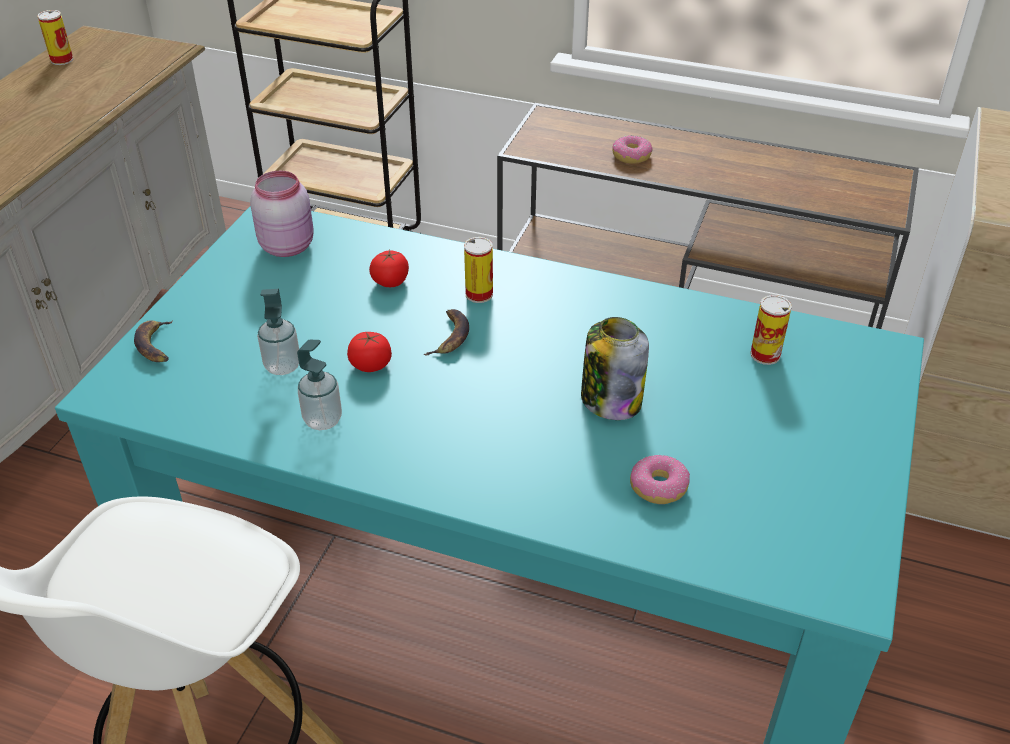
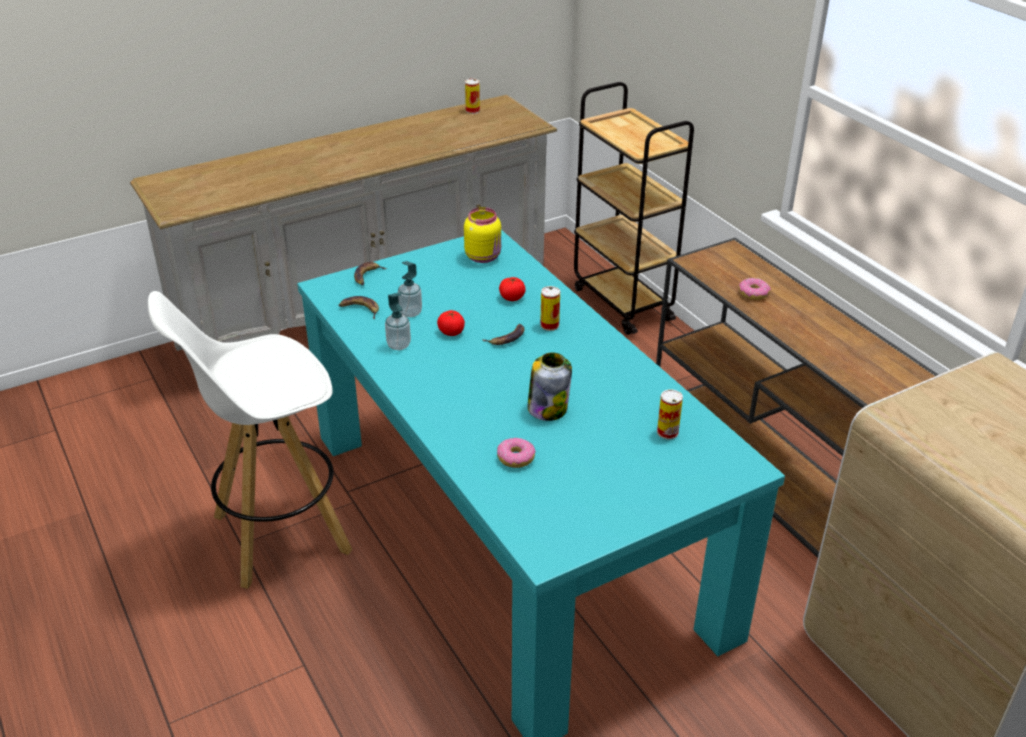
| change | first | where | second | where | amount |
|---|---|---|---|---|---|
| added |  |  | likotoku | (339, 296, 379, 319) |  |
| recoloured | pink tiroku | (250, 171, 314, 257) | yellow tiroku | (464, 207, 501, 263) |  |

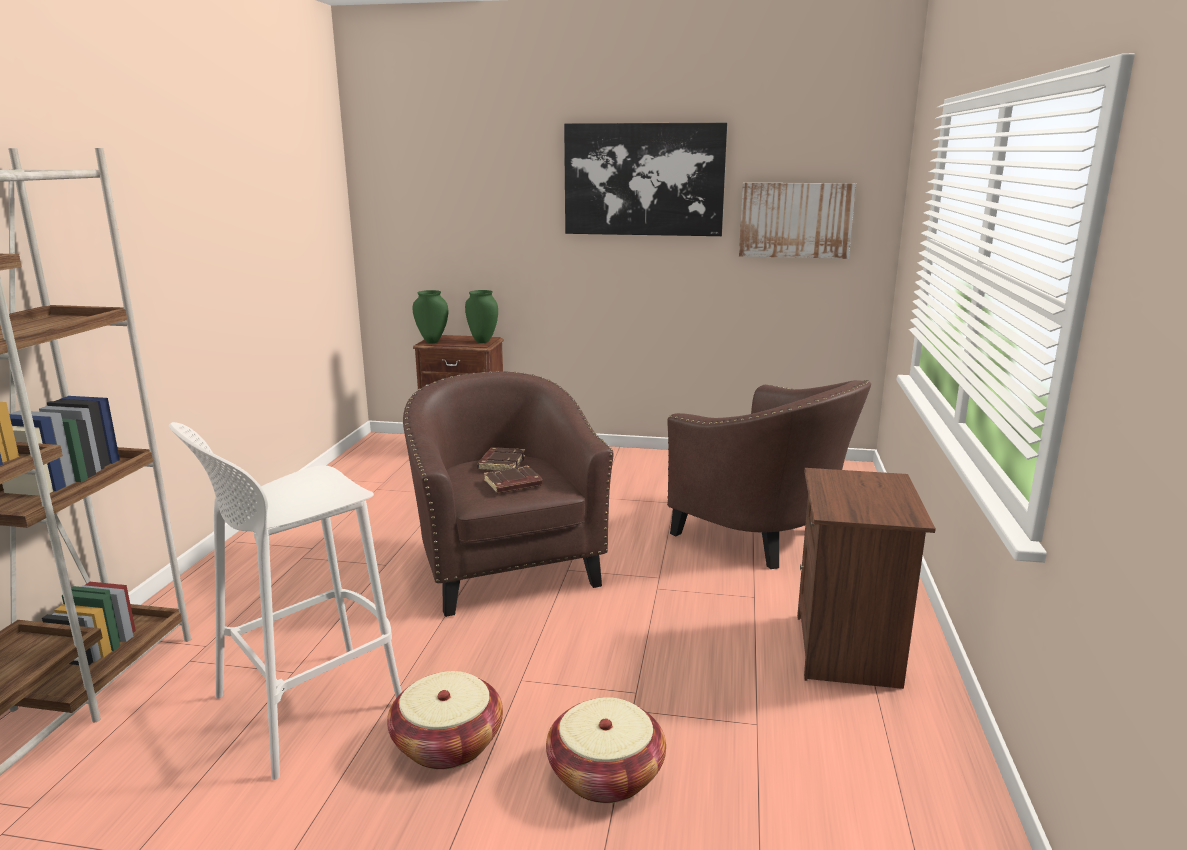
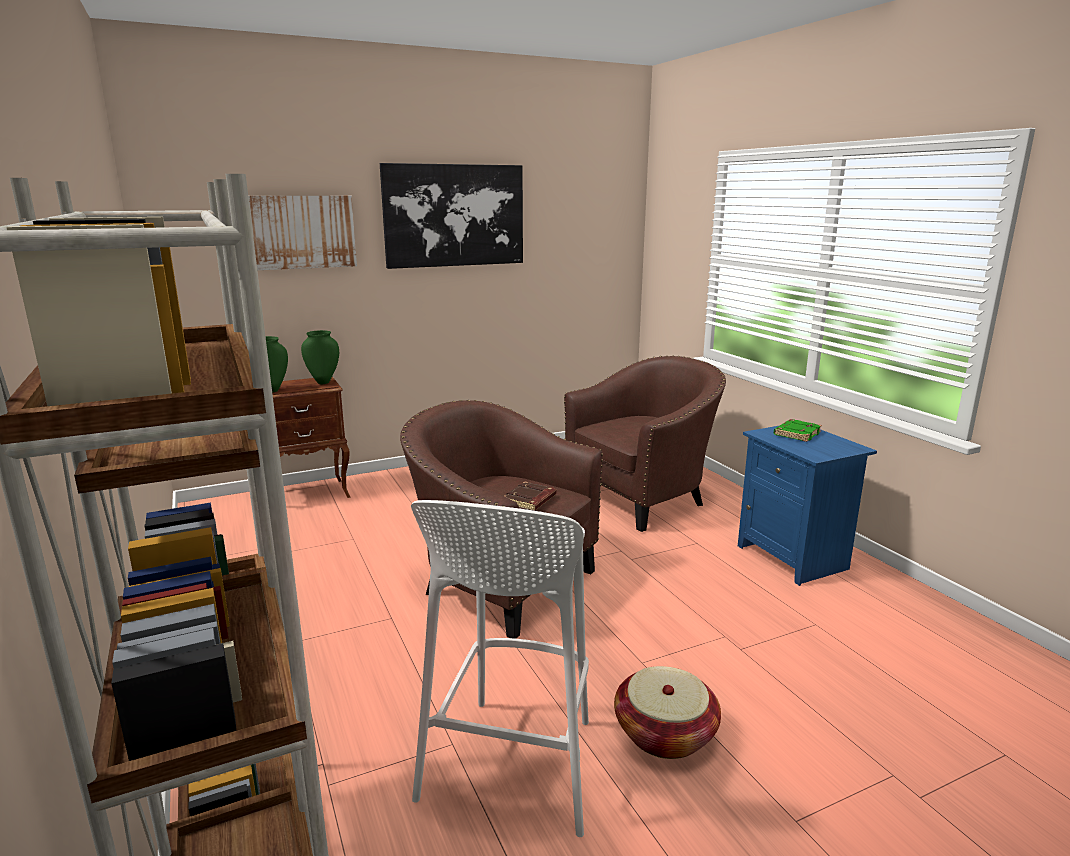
| change | first | where | second | where | amount |
|---|---|---|---|---|---|
| moved | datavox | (739, 183, 856, 259) |  | (248, 196, 357, 270) |  |
| turned | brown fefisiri | (667, 380, 871, 569) |  | (564, 356, 726, 532) | 45 degrees counterclockwise |
| recoloured | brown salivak | (797, 468, 936, 689) | blue salivak | (738, 426, 877, 586) |  |
| added |  |  | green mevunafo | (774, 419, 822, 442) |  |
| removed | brown mevunafo | (477, 447, 525, 471) |  |  |  |
| removed | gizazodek | (546, 697, 666, 803) |  |  |  |

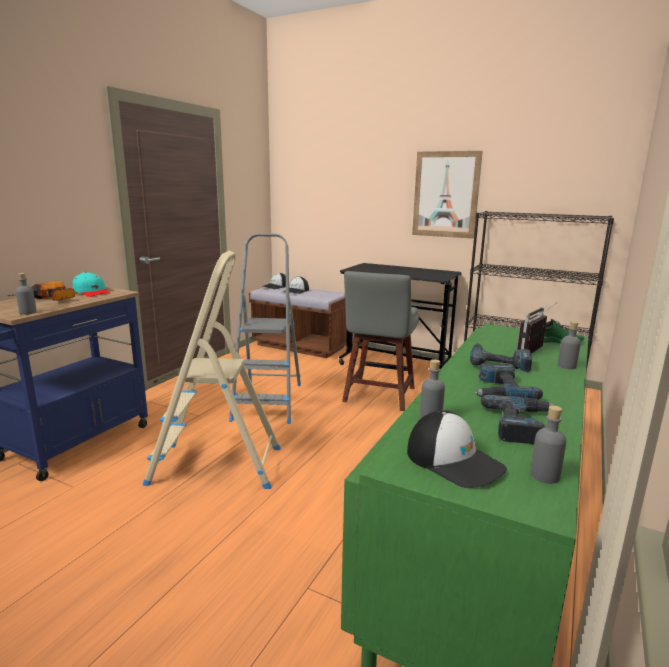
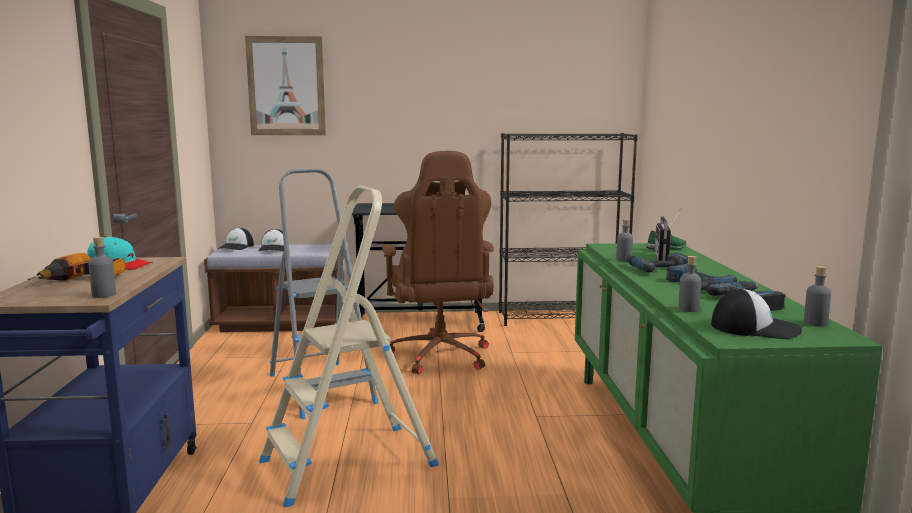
| change | first | where | second | where | amount |
|---|---|---|---|---|---|
| moved | datavox | (412, 151, 483, 239) |  | (245, 36, 326, 135) |  |
| replaced | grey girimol | (342, 271, 419, 411) | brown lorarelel | (382, 151, 494, 374) |  |
| moved | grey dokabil | (558, 321, 581, 369) |  | (616, 219, 633, 262) |  |

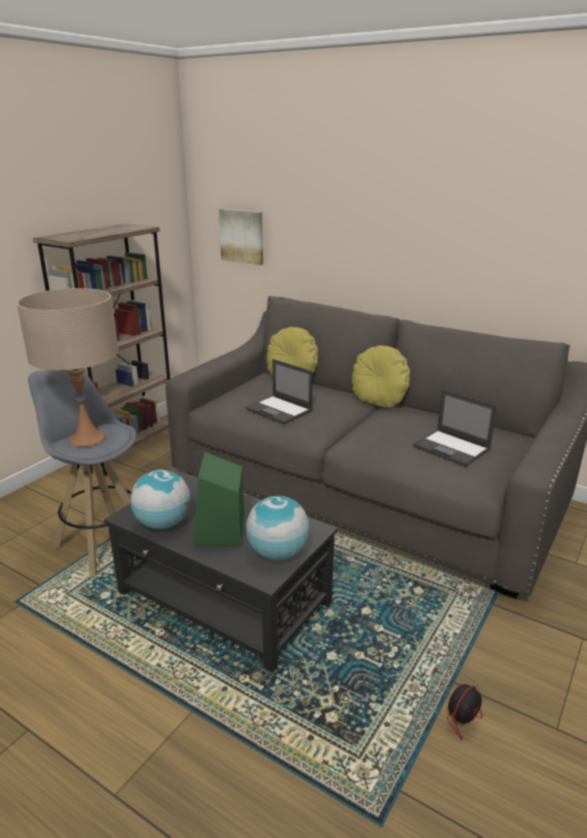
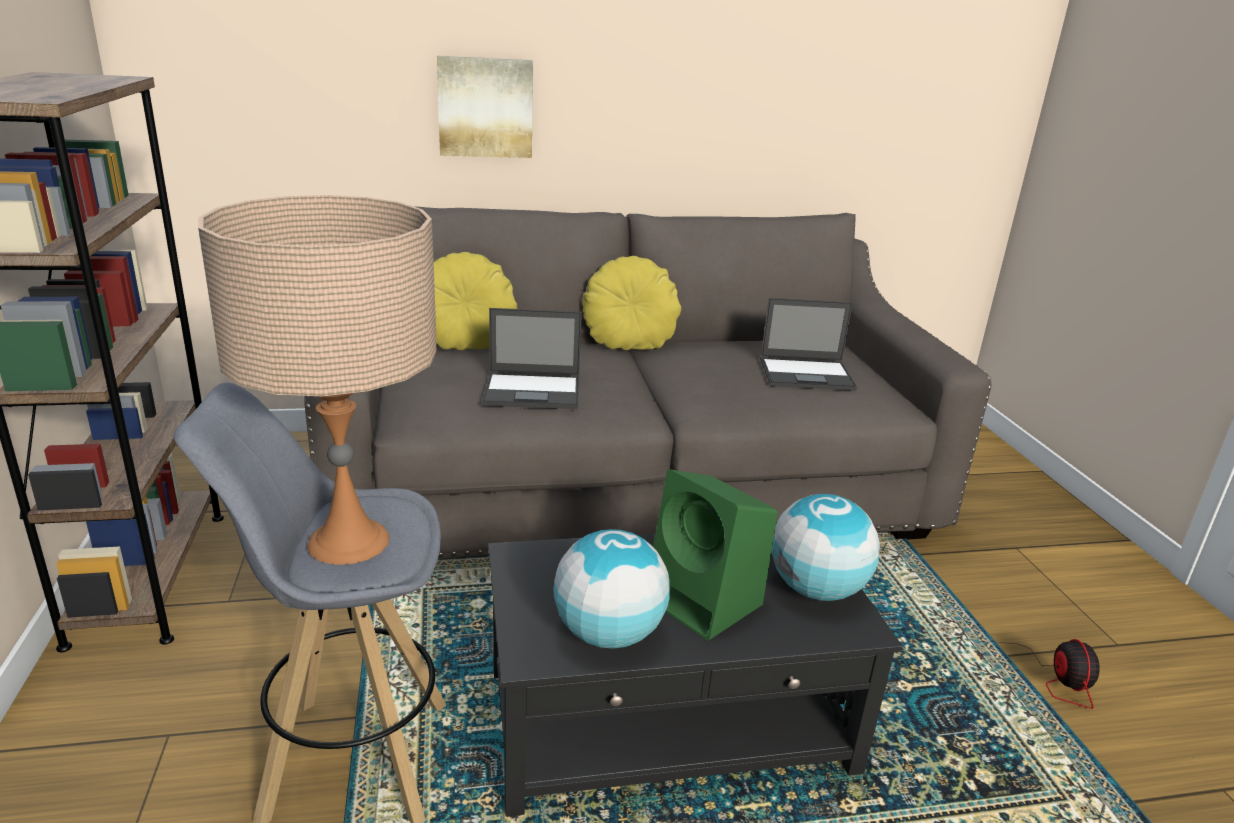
| change | first | where | second | where | amount |
|---|---|---|---|---|---|
| moved | datavox | (219, 209, 263, 265) |  | (437, 56, 533, 158) |  |

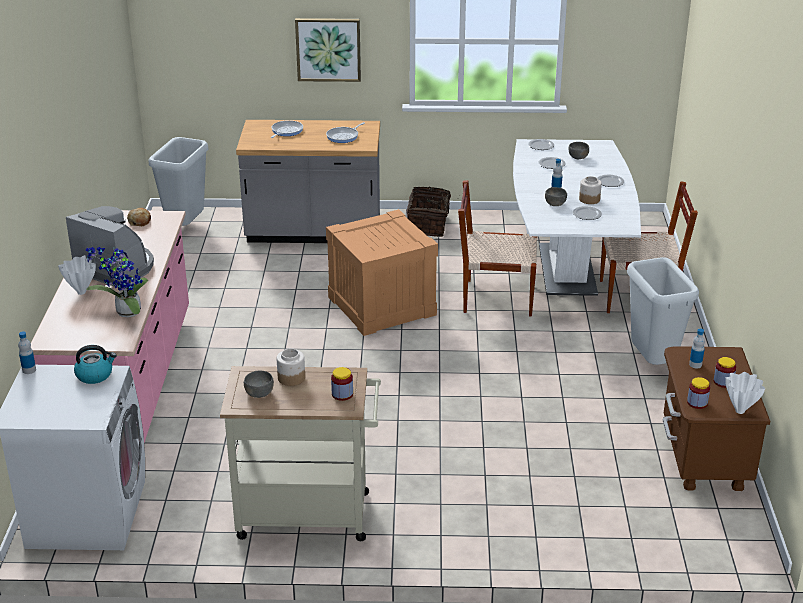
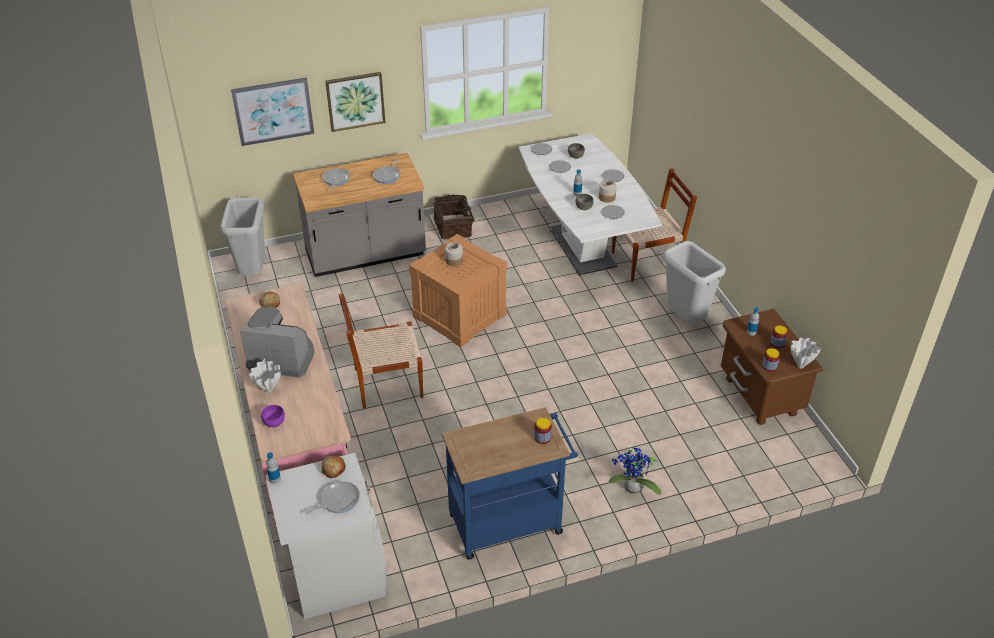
| change | first | where | second | where | amount |
|---|---|---|---|---|---|
| added |  |  | datavox | (231, 77, 314, 146) |  |
| added |  |  | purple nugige | (261, 405, 285, 427) |  |
| added |  |  | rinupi | (305, 481, 360, 515) |  |
| replaced | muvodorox | (74, 345, 117, 384) | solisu | (321, 456, 346, 478) |  |
| moved | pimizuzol | (458, 180, 537, 317) |  | (338, 293, 423, 409) |  |
| recoloured | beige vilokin | (220, 366, 381, 541) | blue vilokin | (442, 407, 578, 560) |  |
| moved | tiroku | (277, 348, 305, 386) |  | (445, 242, 463, 266) |  |
| moved | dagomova | (86, 247, 148, 318) |  | (609, 446, 661, 495) |  |
| removed | grey nugige | (244, 370, 274, 398) |  |  |  |

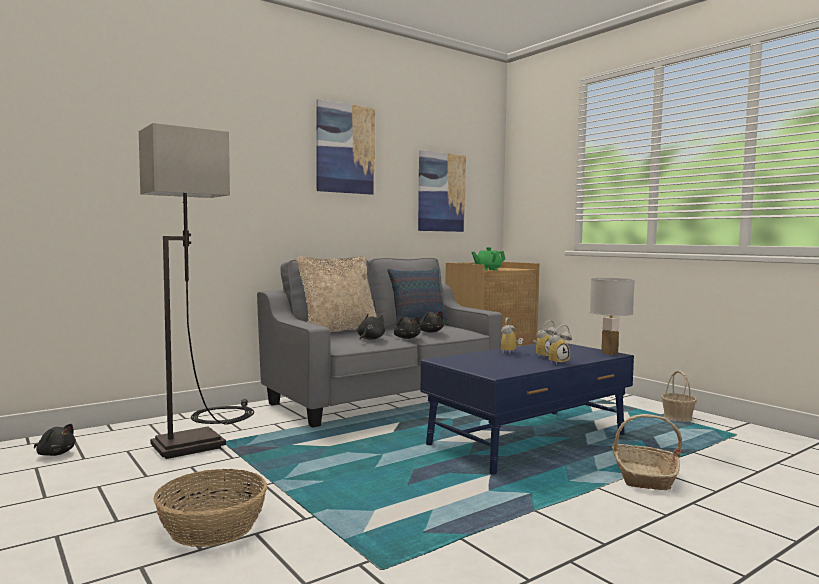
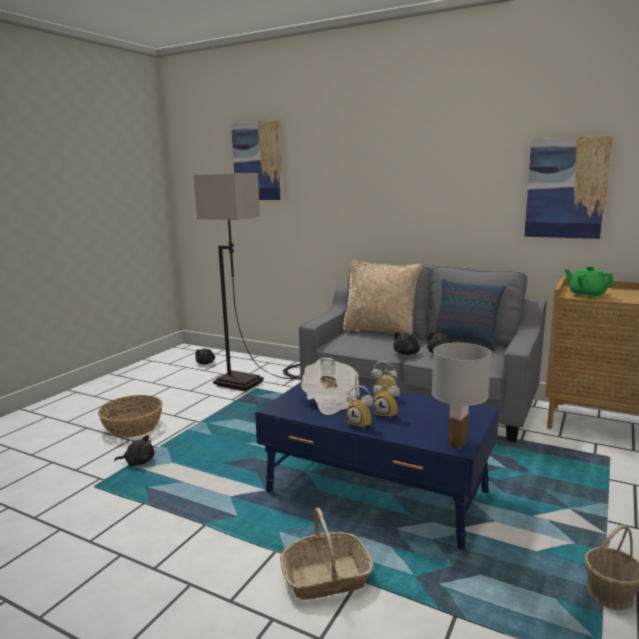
| change | first | where | second | where | amount |
|---|---|---|---|---|---|
| moved | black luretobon | (357, 314, 385, 340) |  | (114, 435, 155, 466) |  |
| moved | datavox | (316, 99, 375, 195) |  | (231, 120, 283, 200) |  |
| added |  |  | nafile | (300, 358, 359, 415) |  |

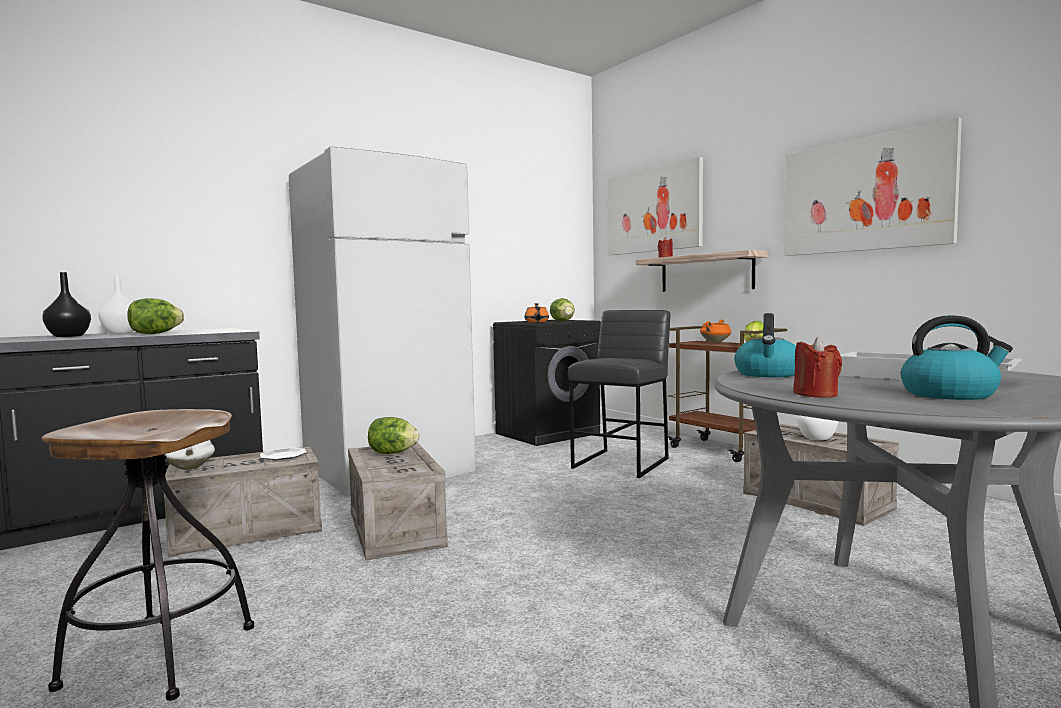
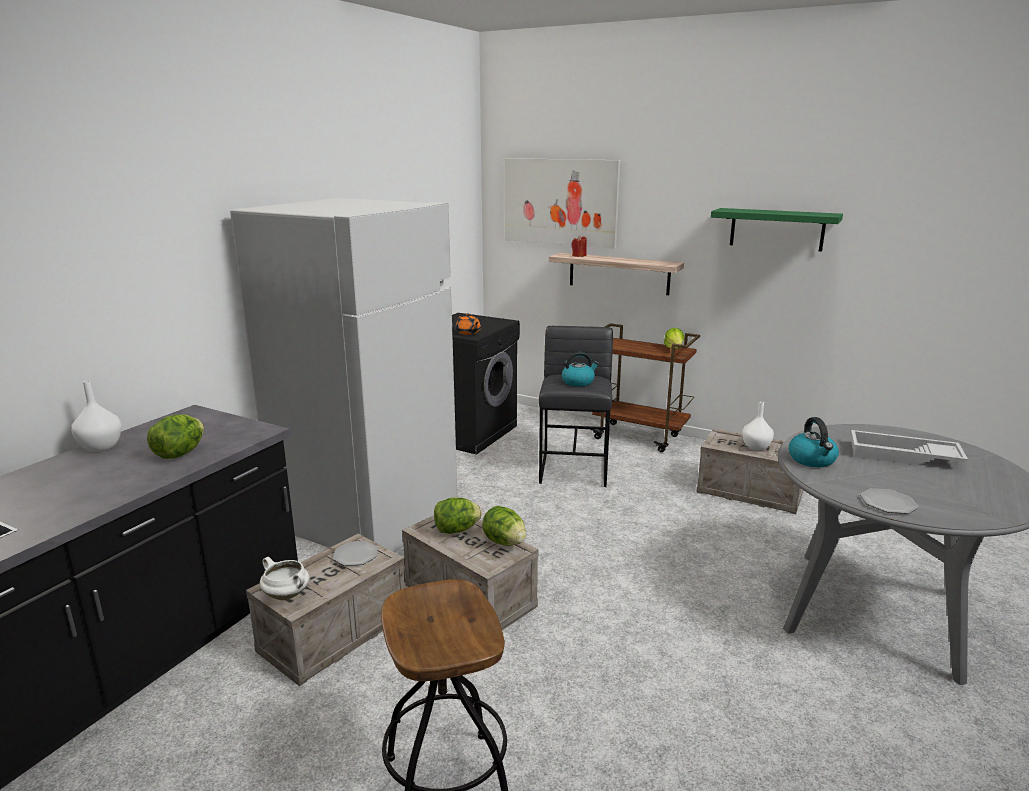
| change | first | where | second | where | amount |
|---|---|---|---|---|---|
| moved | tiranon | (550, 298, 575, 322) |  | (482, 506, 527, 546) |  |
| moved | muvodorox | (901, 315, 1013, 400) |  | (562, 352, 599, 387) |  |
| replaced | datavox | (784, 117, 962, 256) | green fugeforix | (711, 208, 843, 252) |  |
| replaced | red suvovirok | (793, 337, 842, 398) | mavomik | (860, 488, 919, 514) |  |
| removed | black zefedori | (42, 272, 91, 337) |  |  |  |
| removed | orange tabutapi | (700, 320, 731, 343) |  |  |  |

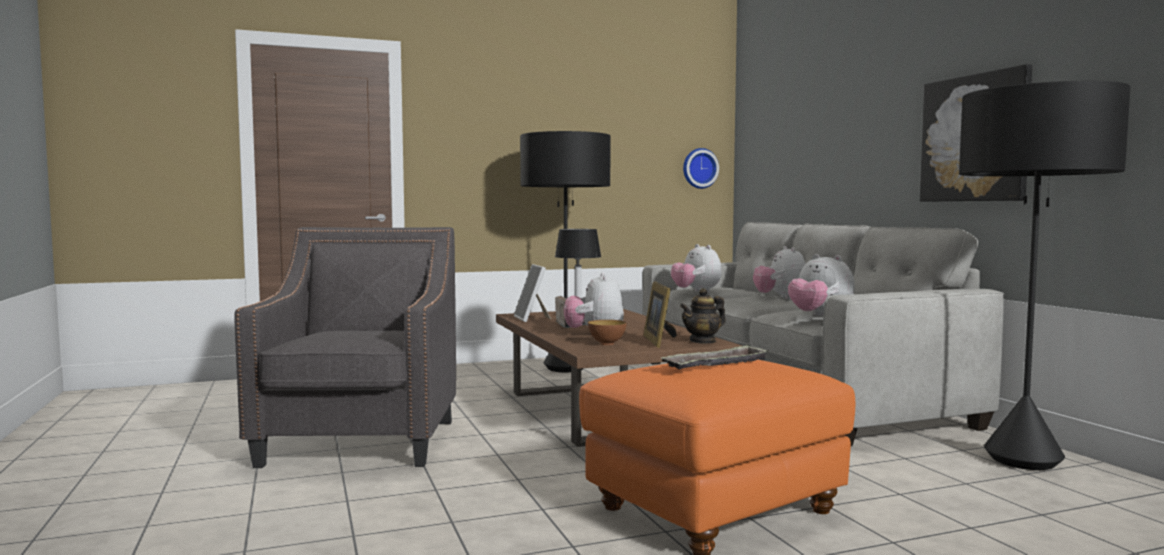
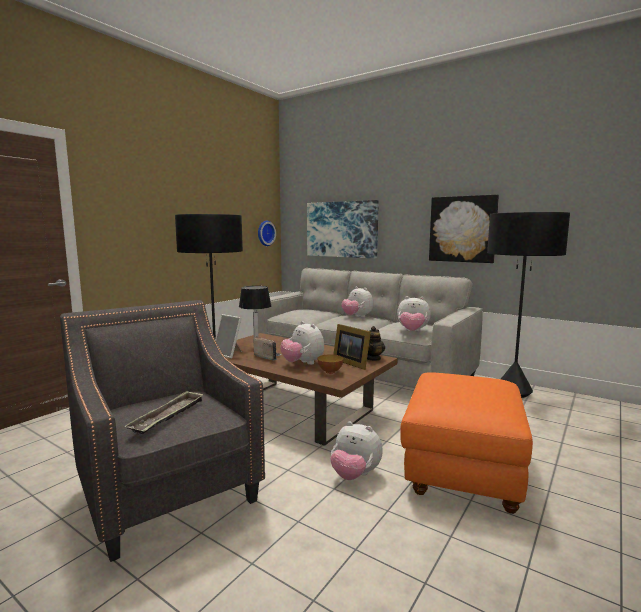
| change | first | where | second | where | amount |
|---|---|---|---|---|---|
| moved | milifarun | (661, 345, 768, 369) |  | (124, 391, 204, 434) |  |
| added |  |  | datavox | (307, 200, 379, 258) |  |
| moved | luretobon | (671, 244, 722, 293) |  | (330, 421, 383, 480) |  |

